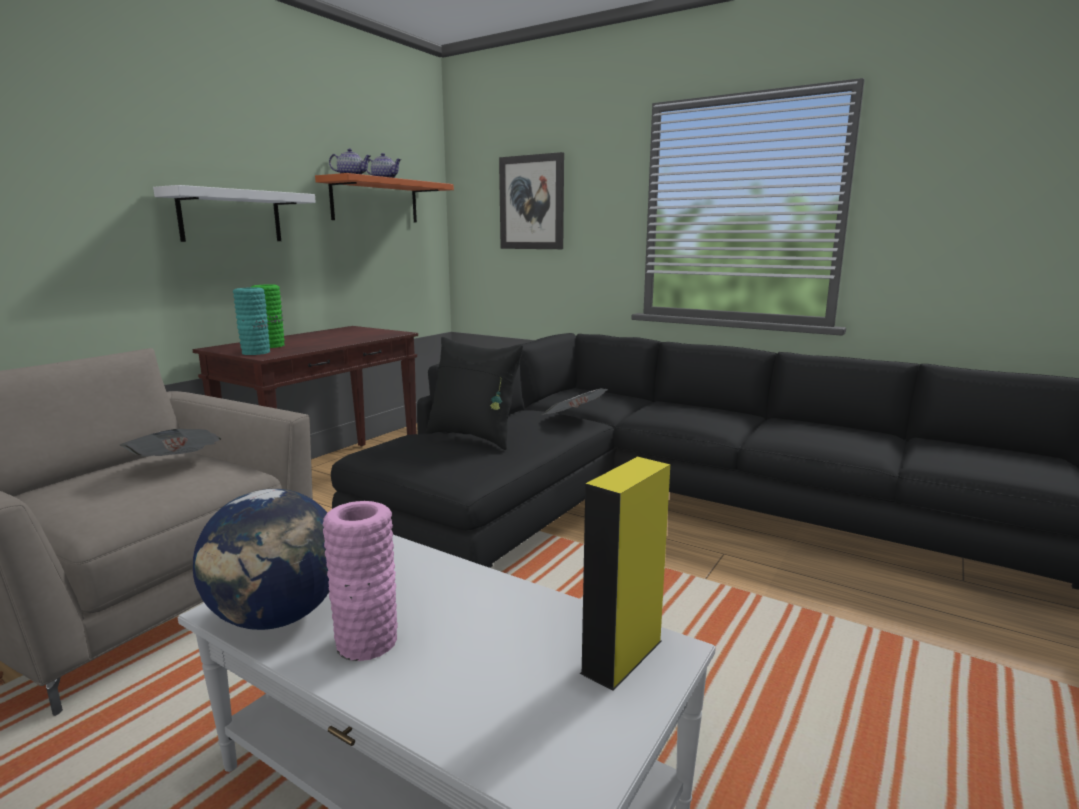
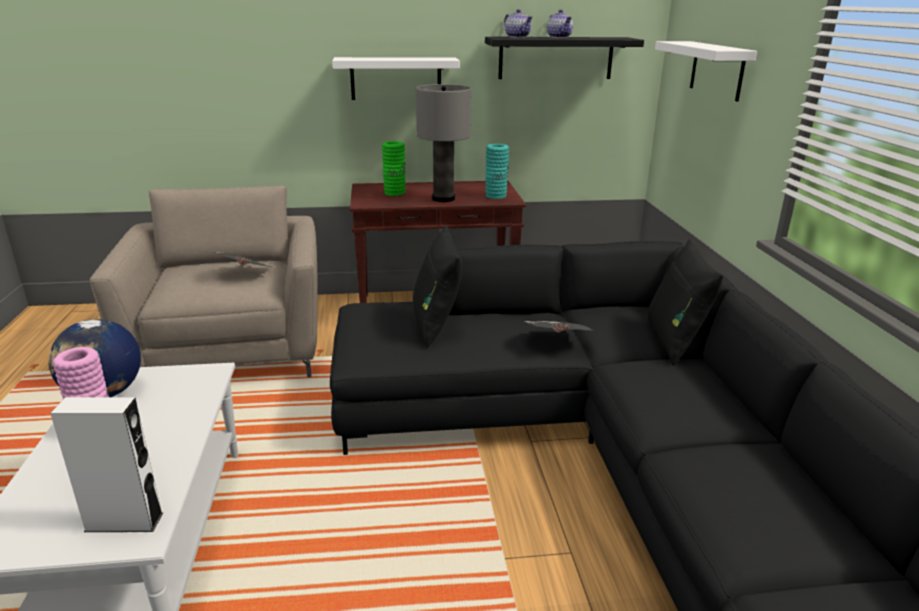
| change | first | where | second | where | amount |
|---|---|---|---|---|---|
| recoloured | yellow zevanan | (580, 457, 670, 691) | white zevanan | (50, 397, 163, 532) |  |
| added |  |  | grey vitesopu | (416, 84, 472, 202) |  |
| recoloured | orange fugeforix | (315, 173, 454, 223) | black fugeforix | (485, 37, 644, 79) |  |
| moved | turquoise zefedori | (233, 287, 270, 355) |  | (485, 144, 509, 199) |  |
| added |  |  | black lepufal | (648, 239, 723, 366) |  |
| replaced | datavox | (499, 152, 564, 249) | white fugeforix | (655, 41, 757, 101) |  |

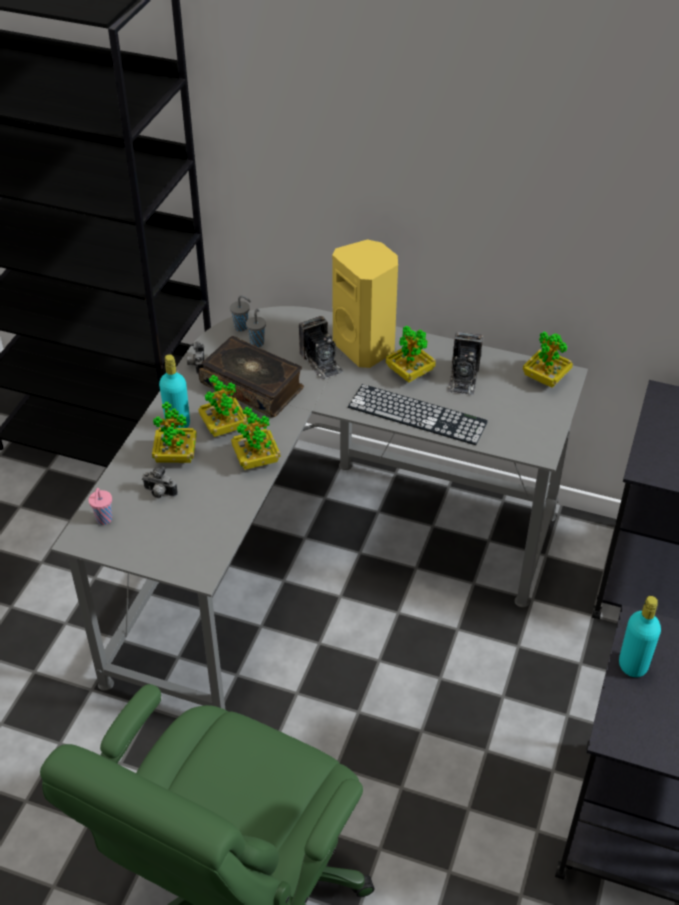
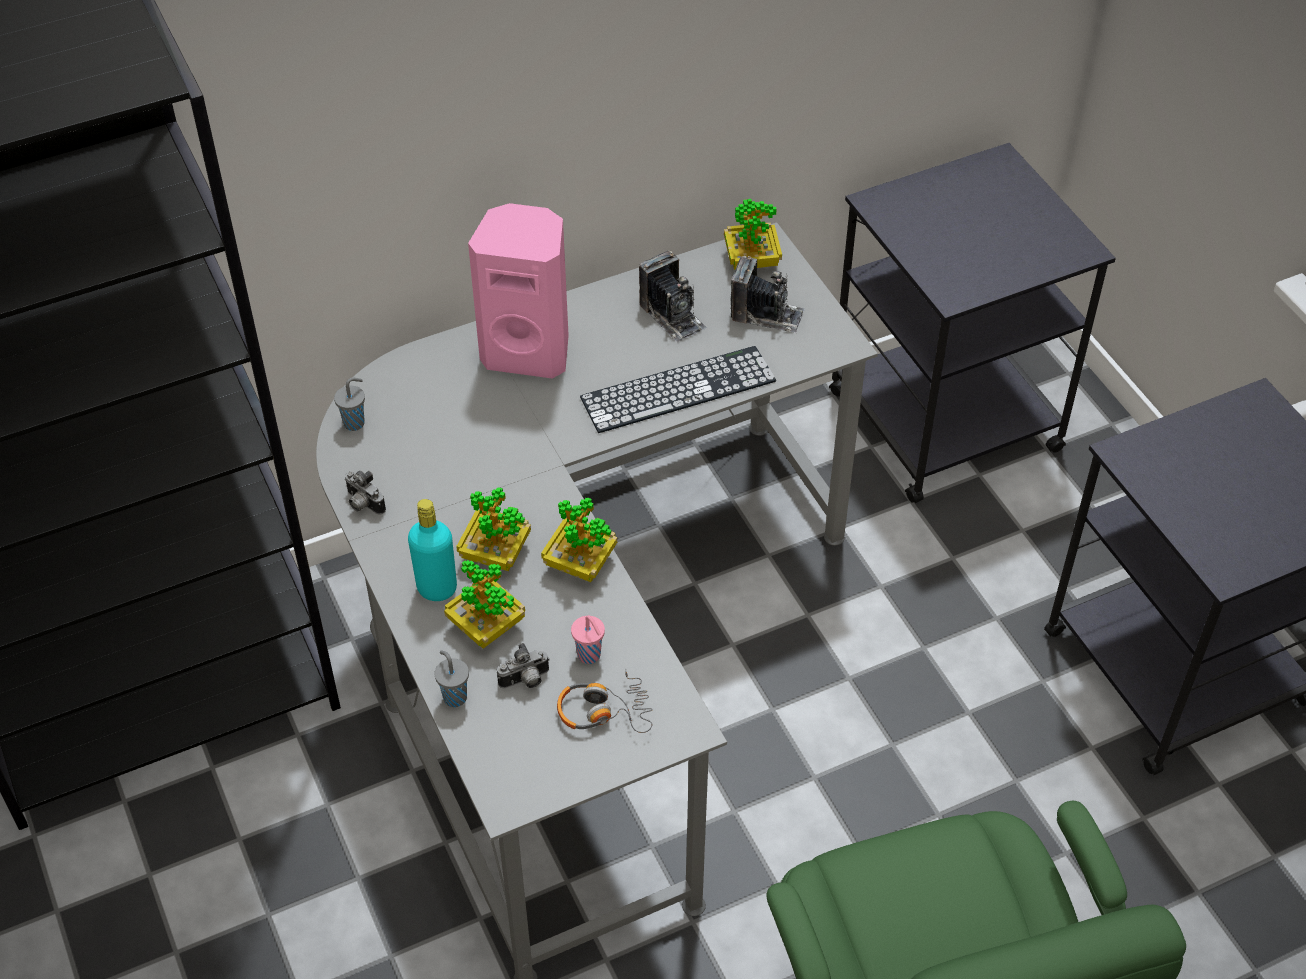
| change | first | where | second | where | amount |
|---|---|---|---|---|---|
| moved | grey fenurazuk | (246, 309, 266, 347) |  | (434, 651, 469, 707) |  |
| recoloured | yellow zevanan | (332, 239, 398, 368) | pink zevanan | (468, 203, 569, 379) |  |
| added |  |  | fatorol | (557, 669, 653, 733) |  |
| moved | pink fenurazuk | (88, 488, 112, 525) |  | (571, 615, 605, 664) |  |
| moved | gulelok | (299, 316, 344, 380) |  | (730, 256, 805, 333) |  |
| removed | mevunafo | (199, 336, 304, 418) |  |  |  |
| removed | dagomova | (386, 326, 436, 383) |  |  |  |
| removed | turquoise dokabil | (619, 596, 661, 677) |  |  |  |

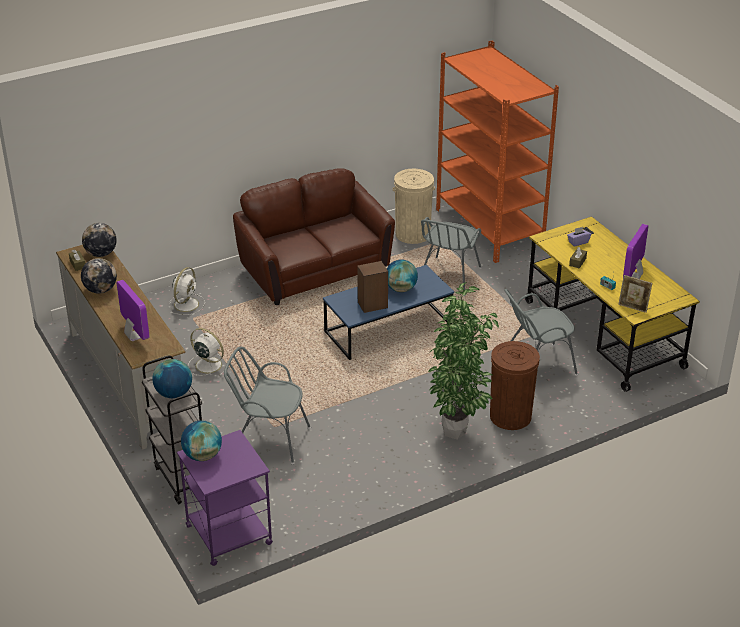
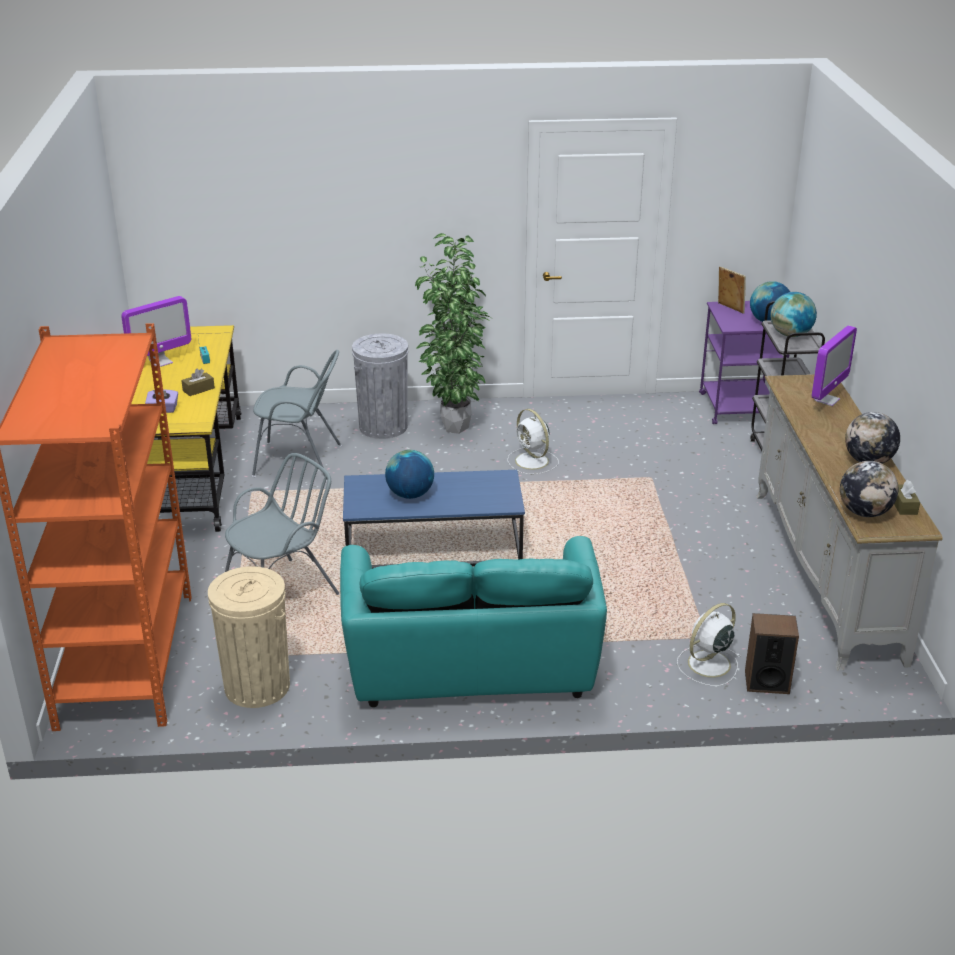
| change | first | where | second | where | amount |
|---|---|---|---|---|---|
| recoloured | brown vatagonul | (233, 168, 395, 305) | turquoise vatagonul | (340, 536, 607, 707) |  |
| recoloured | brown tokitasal | (490, 341, 540, 430) | grey tokitasal | (352, 334, 408, 439) |  |
| moved | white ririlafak | (188, 328, 228, 376) |  | (507, 409, 559, 474) |  |
| moved | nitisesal | (618, 275, 652, 313) |  | (718, 266, 746, 314) |  |
| moved | zevanan | (357, 261, 388, 313) |  | (745, 613, 799, 694) |  |
| turned | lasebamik | (117, 280, 150, 341) |  | (812, 325, 857, 406) | 135 degrees counterclockwise |
| removed | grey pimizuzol | (224, 347, 311, 465) |  |  |  |

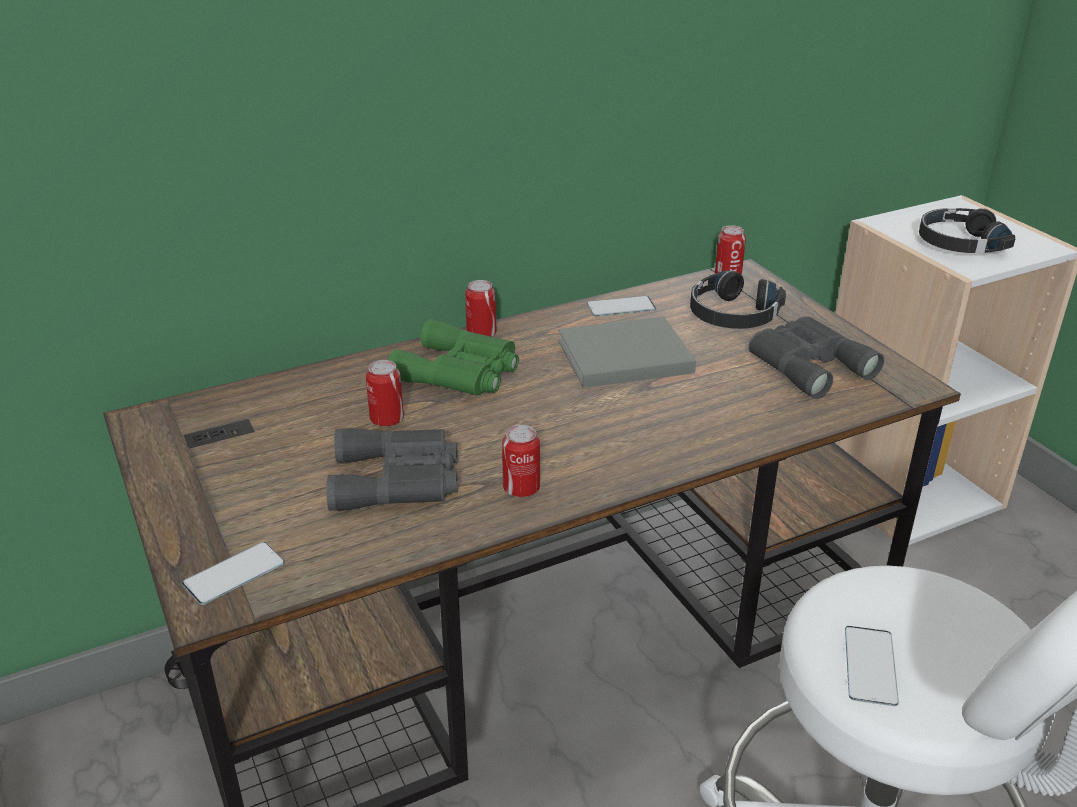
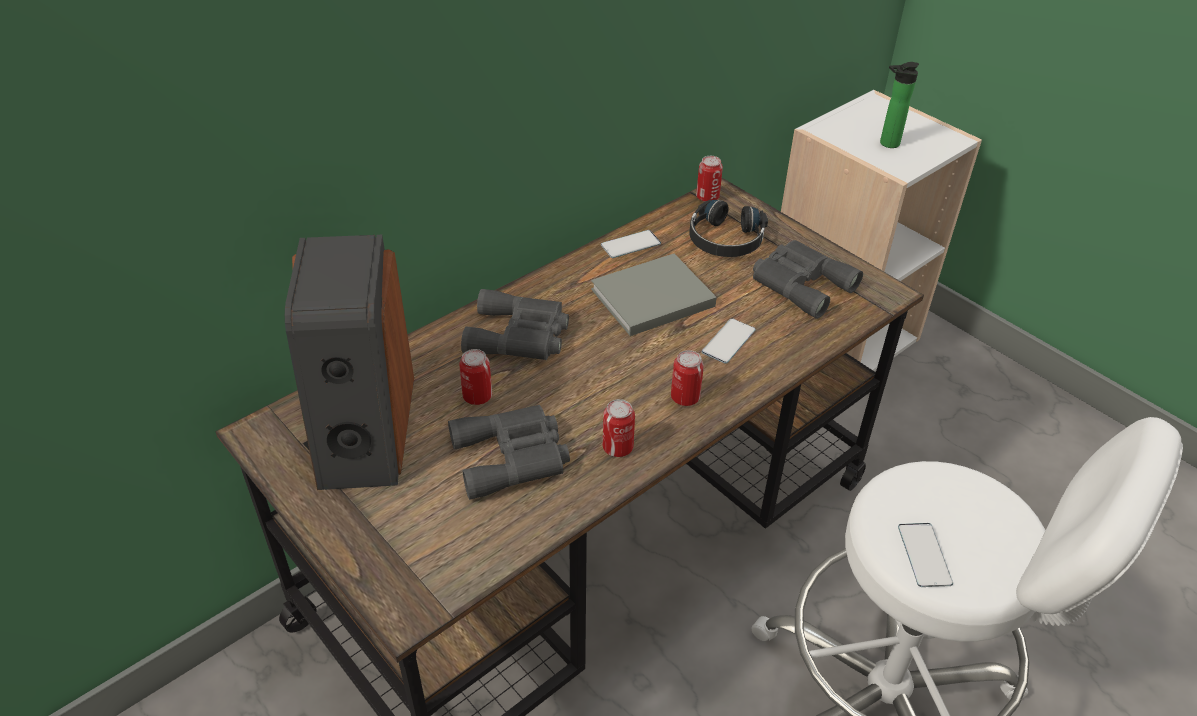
| change | first | where | second | where | amount |
|---|---|---|---|---|---|
| added |  |  | zevanan | (285, 235, 414, 490) |  |
| recoloured | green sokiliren | (388, 319, 519, 396) | grey sokiliren | (461, 289, 569, 360) |  |
| moved | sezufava | (465, 280, 497, 336) |  | (671, 350, 704, 406) |  |
| moved | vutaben | (182, 542, 285, 605) |  | (702, 318, 756, 364) |  |
| replaced | black fatorol | (919, 208, 1015, 253) | dokabil | (880, 62, 919, 148) |  |

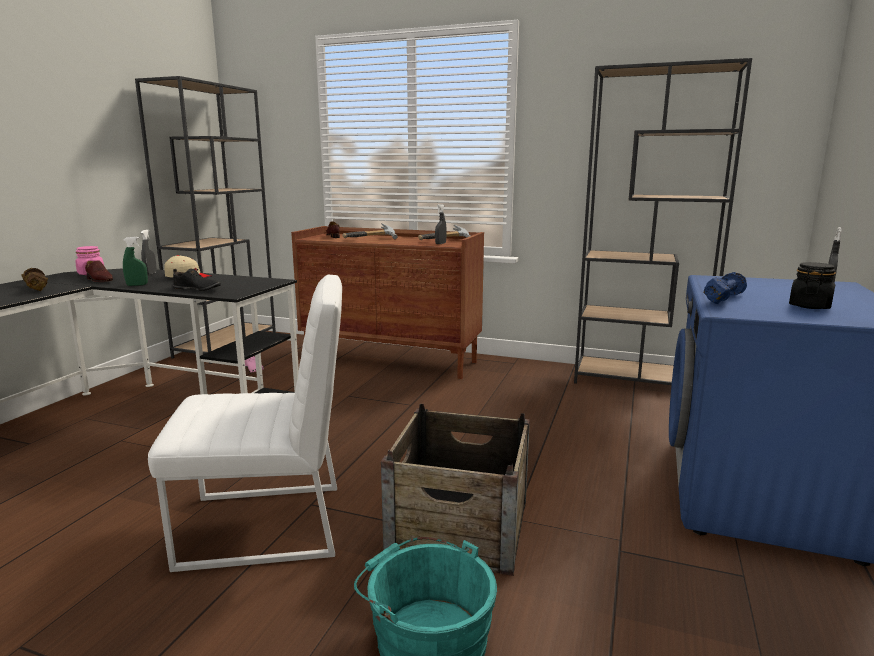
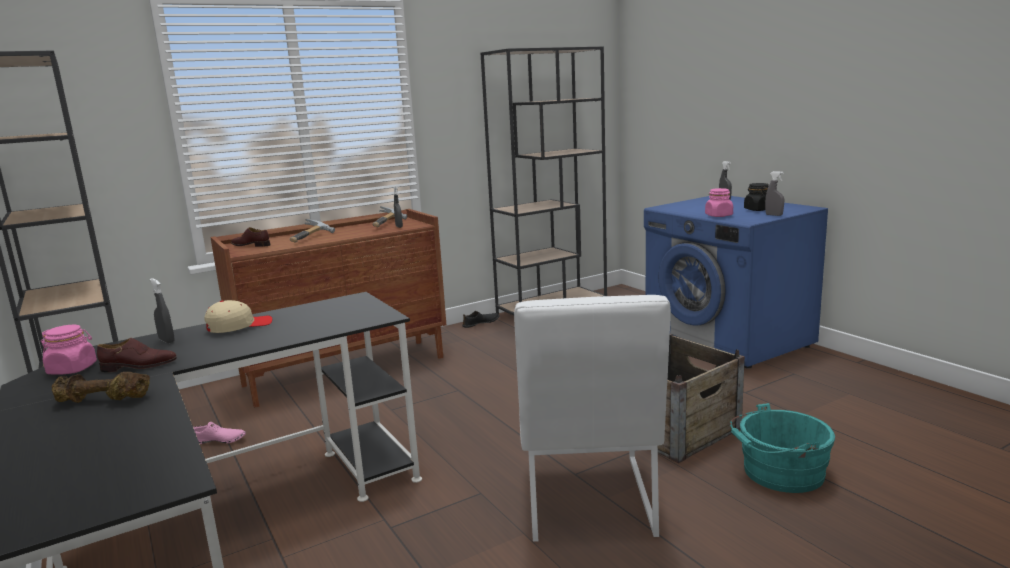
| change | first | where | second | where | amount |
|---|---|---|---|---|---|
| moved | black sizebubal | (173, 269, 221, 291) |  | (462, 311, 499, 328) |  |
| turned | white pimizuzol | (148, 275, 342, 572) |  | (514, 295, 671, 542) | 150 degrees clockwise |
| replaced | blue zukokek | (704, 272, 747, 304) | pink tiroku | (705, 188, 733, 217) |  |
| added |  |  | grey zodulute | (765, 171, 784, 216) |  |
| removed | green zodulute | (123, 237, 148, 286) |  |  |  |

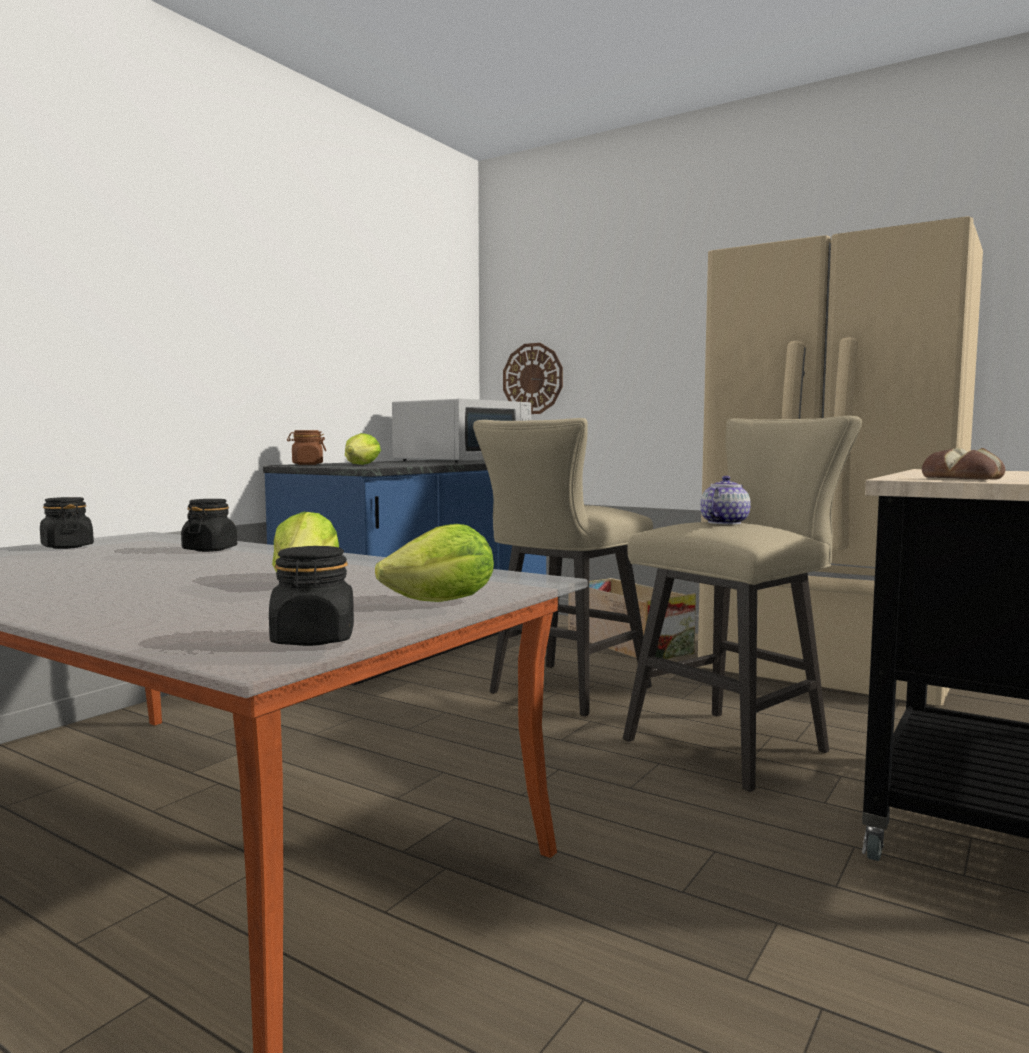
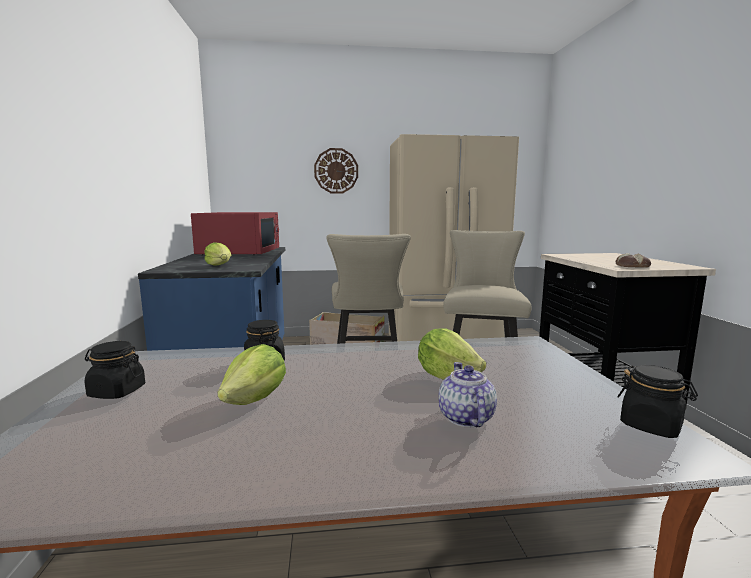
| change | first | where | second | where | amount |
|---|---|---|---|---|---|
| recoloured | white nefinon | (392, 399, 531, 463) | red nefinon | (191, 212, 279, 256) |  |
| moved | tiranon | (375, 524, 494, 602) |  | (218, 344, 286, 405) |  |
| moved | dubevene | (503, 343, 563, 414) |  | (314, 148, 358, 194) |  |
| moved | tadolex | (700, 476, 751, 525) |  | (439, 362, 497, 427) |  |
| removed | brown tiroku | (287, 430, 326, 465) |  |  |  |

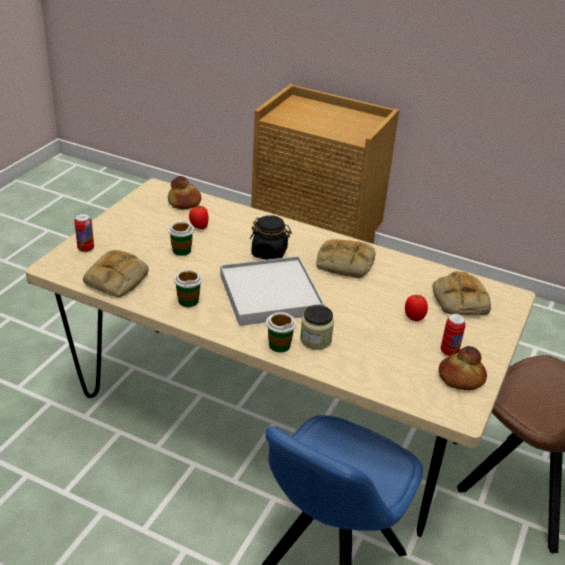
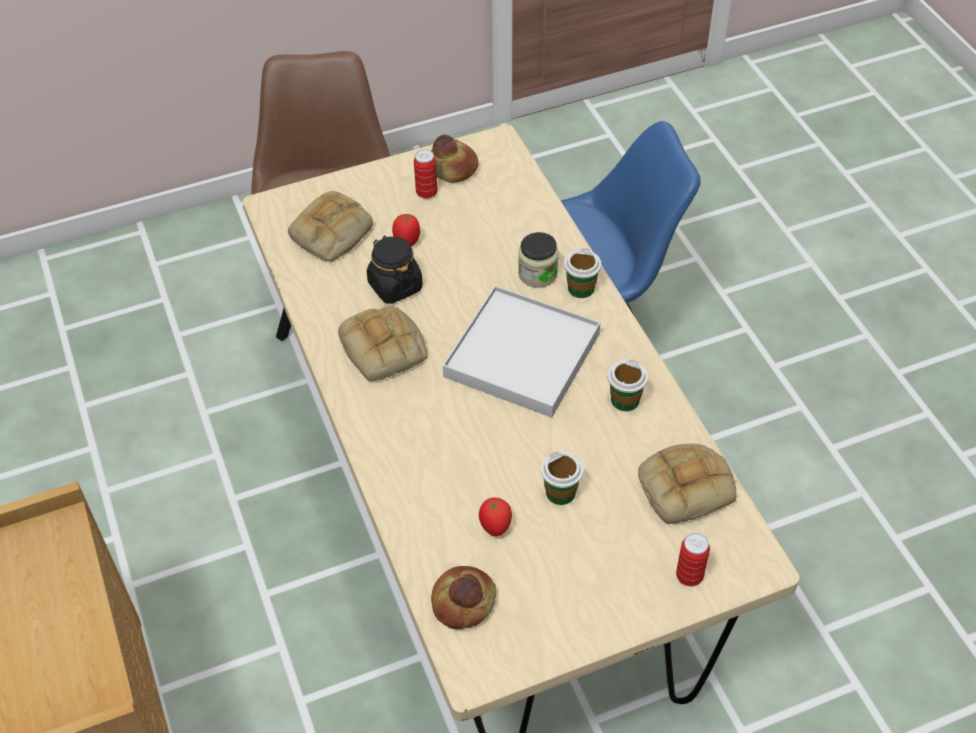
| change | first | where | second | where | amount |
|---|---|---|---|---|---|
| moved | black tiroku | (250, 215, 292, 260) |  | (367, 236, 423, 304) |  |

